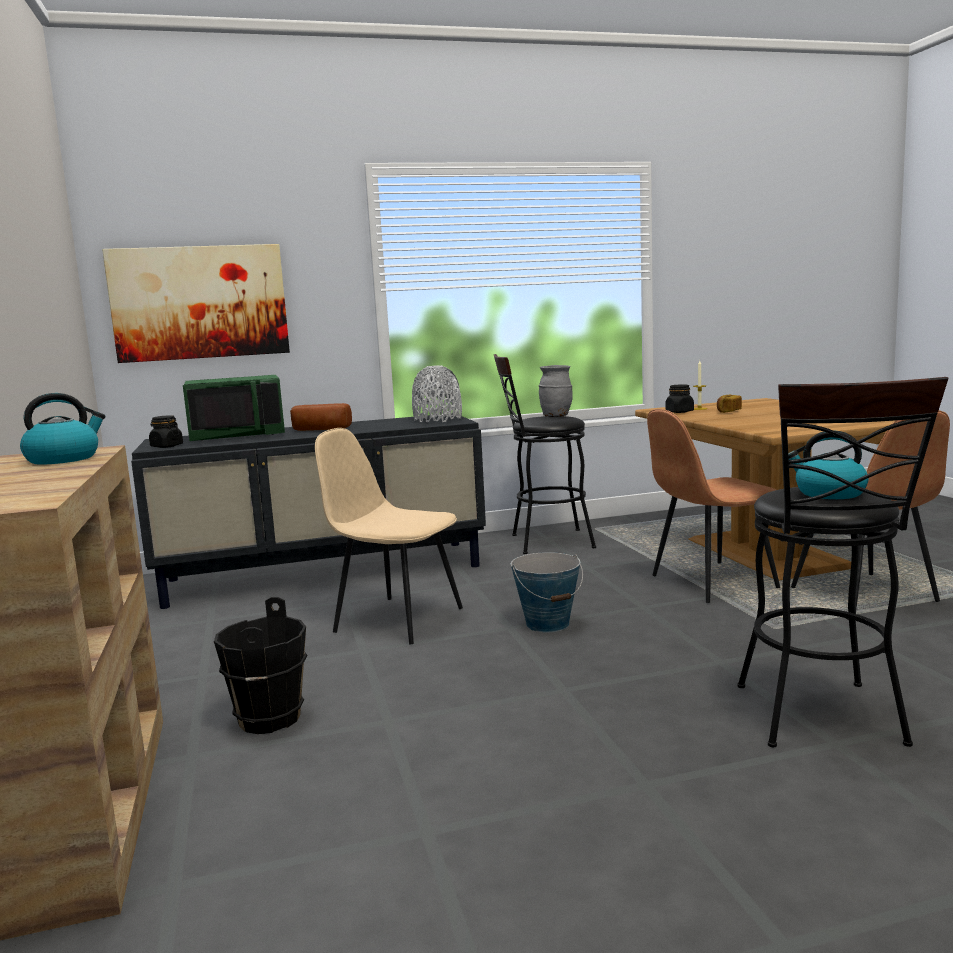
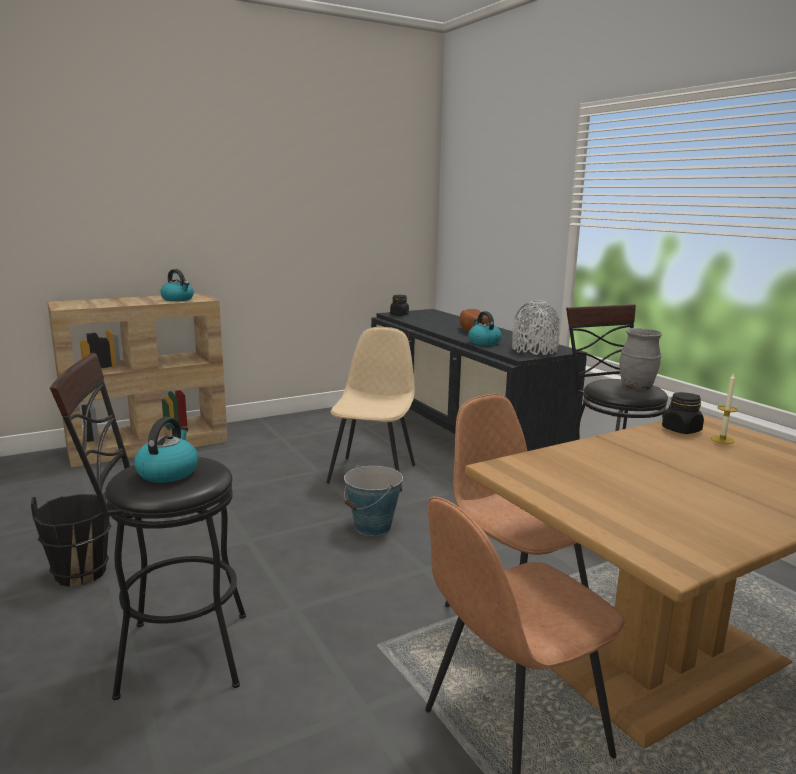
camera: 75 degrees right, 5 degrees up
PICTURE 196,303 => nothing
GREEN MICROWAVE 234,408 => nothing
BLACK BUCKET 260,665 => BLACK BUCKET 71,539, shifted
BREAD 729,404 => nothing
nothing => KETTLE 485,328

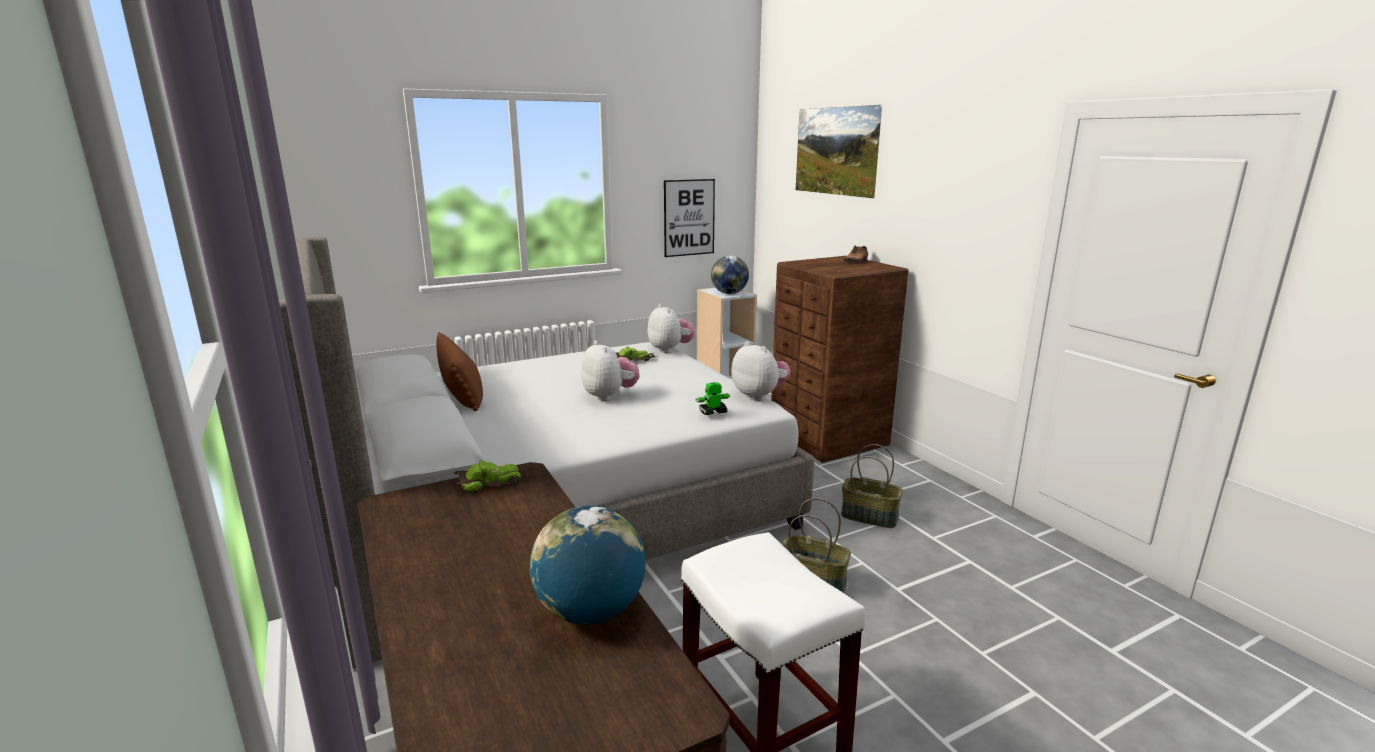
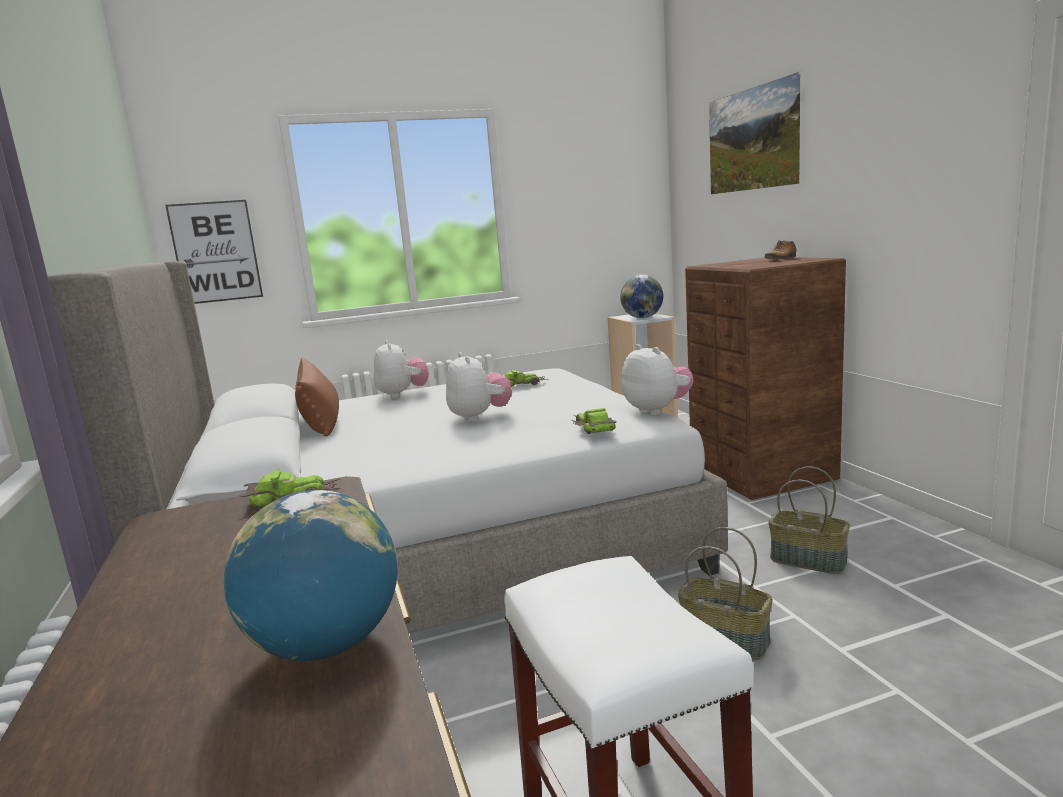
camera: 10 degrees right, 5 degrees down
PLUSH TOY 671,328 => PLUSH TOY 401,369, shifted
PICTURE 689,218 => PICTURE 214,252, shifted
TOY ROBOT 712,398 => TOY CAR 594,421

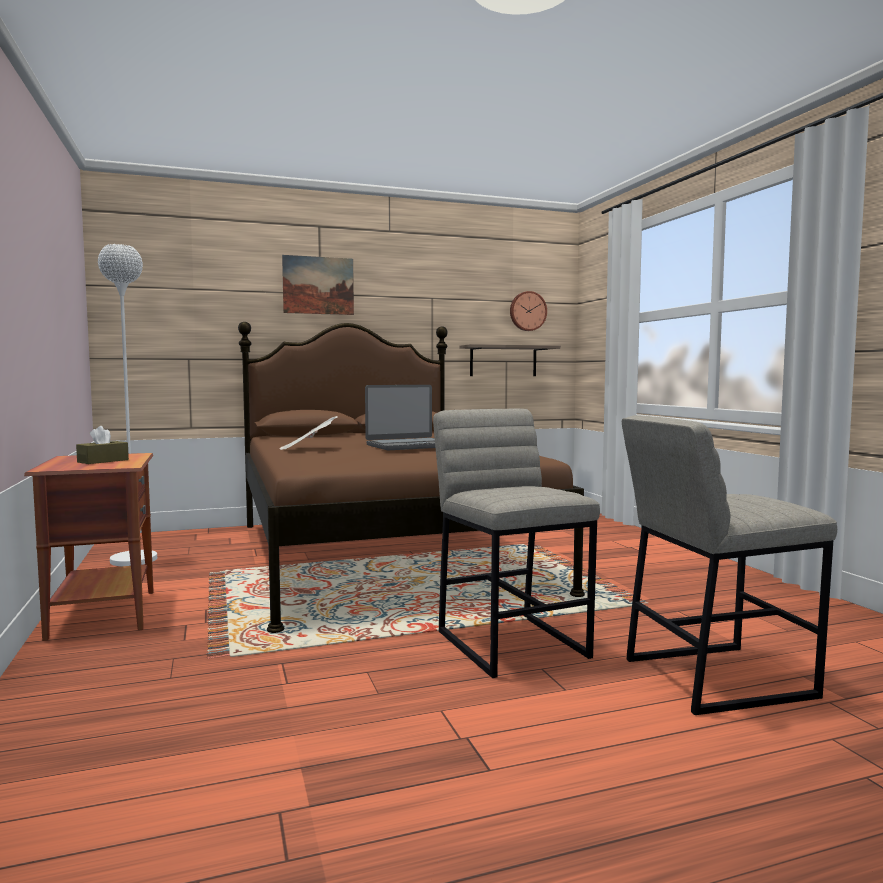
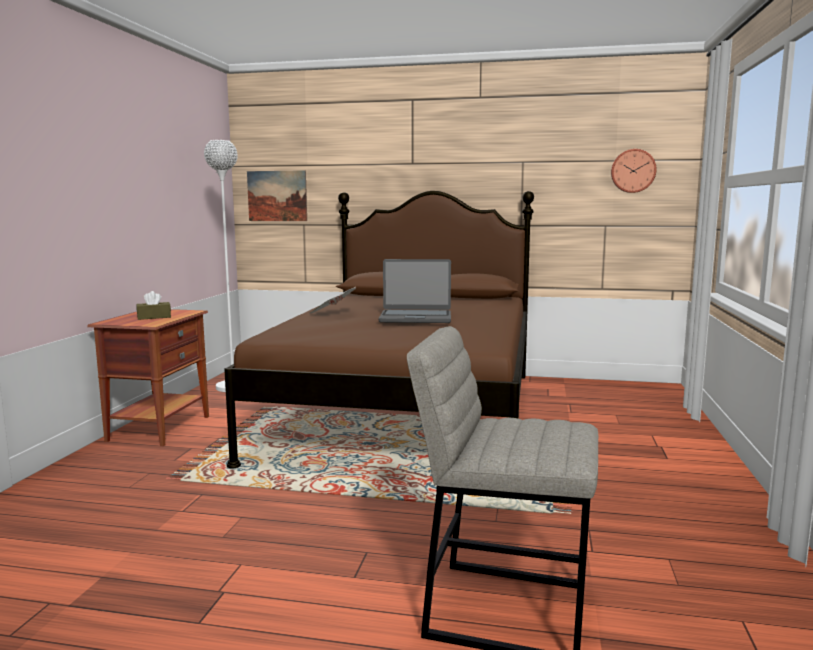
camera: 30 degrees right, 5 degrees up
PICTURE 318,285 => PICTURE 277,195, shifted
GREY CHAIR 516,543 => nothing
SHELF 510,360 => nothing

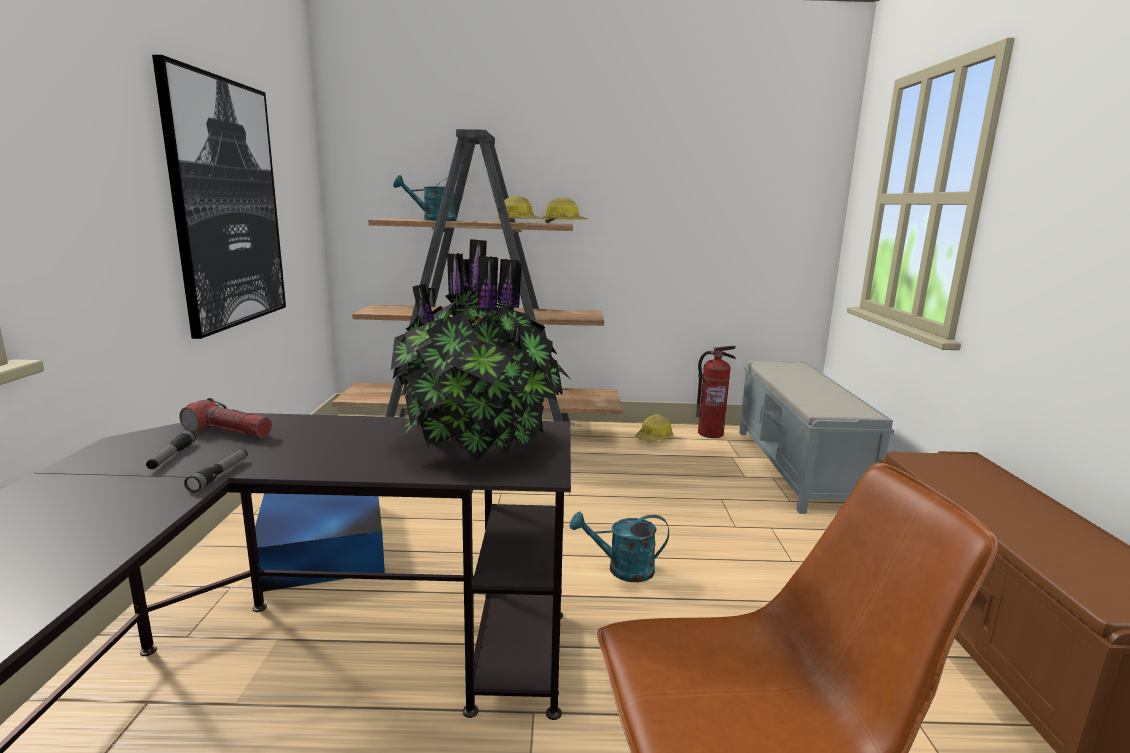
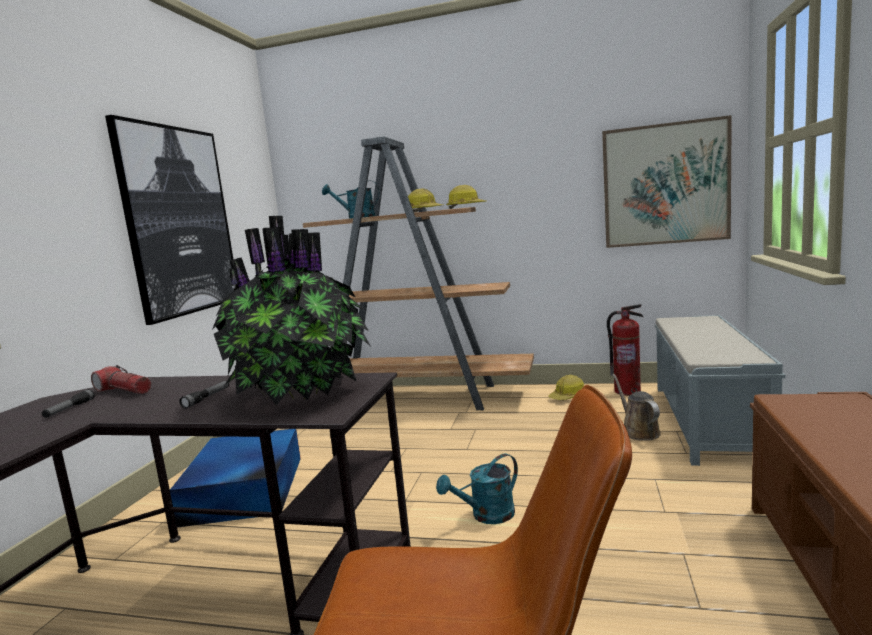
camera: 15 degrees right, 5 degrees down
FLASHLIGHT 216,470 => FLASHLIGHT 204,395, shifted
TURQUOISE WATERING CAN 619,547 => TURQUOISE WATERING CAN 477,488, 45 degrees counterclockwise
nothing => PICTURE 667,181
nothing => BROWN WATERING CAN 637,407

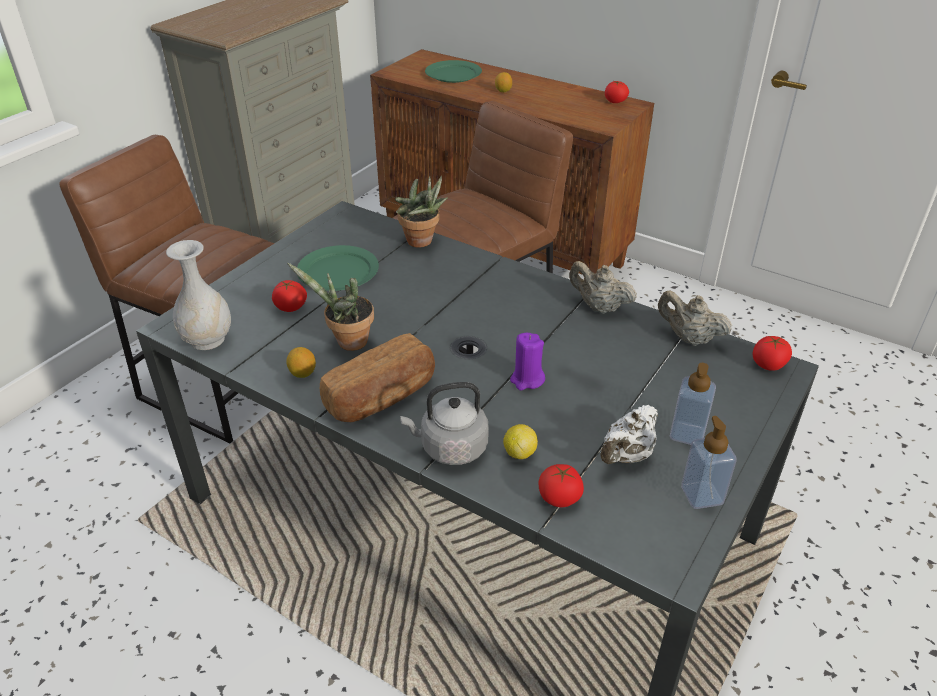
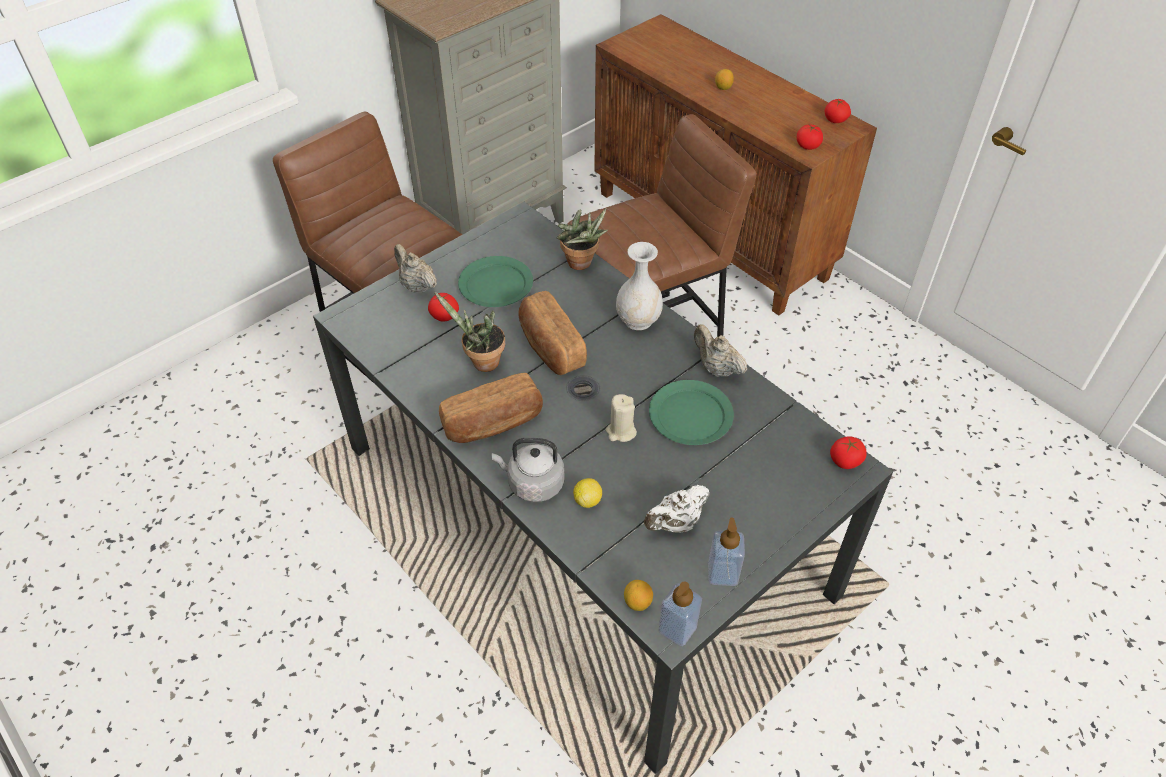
camera: 15 degrees right, 10 degrees up
WHITE VASE 198,295 => WHITE VASE 639,286, shifted
LEMON 301,362 => LEMON 638,595, shifted
GREEN PLATE 453,71 => GREEN PLATE 691,412, shifted
PURPLE CANDLE 527,361 => BEIGE CANDLE 621,418
TOMATO 561,485 => TOMATO 810,137, shifted
BEIGE TEAPOT 695,318 => BEIGE TEAPOT 415,268, shifted
SOAP DISPENSER 693,404 => SOAP DISPENSER 680,614, shifted
nothing => BREAD 552,333

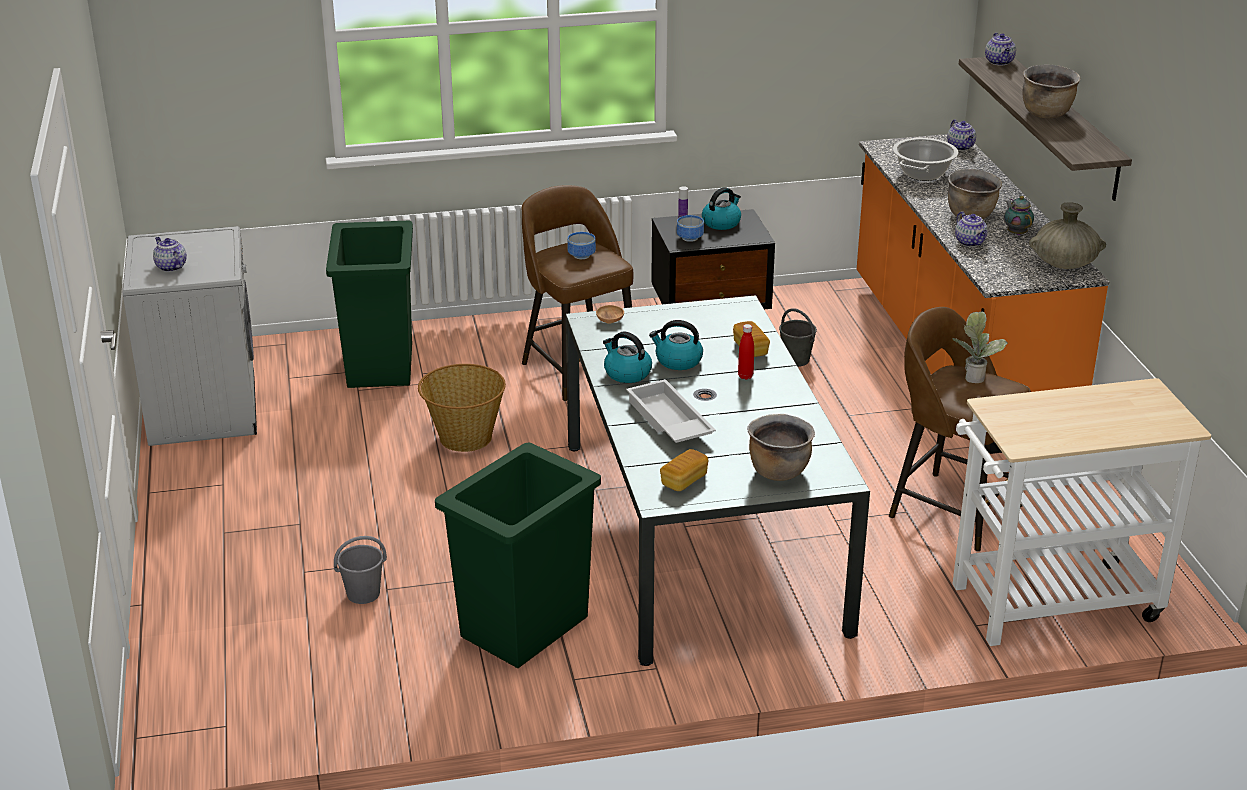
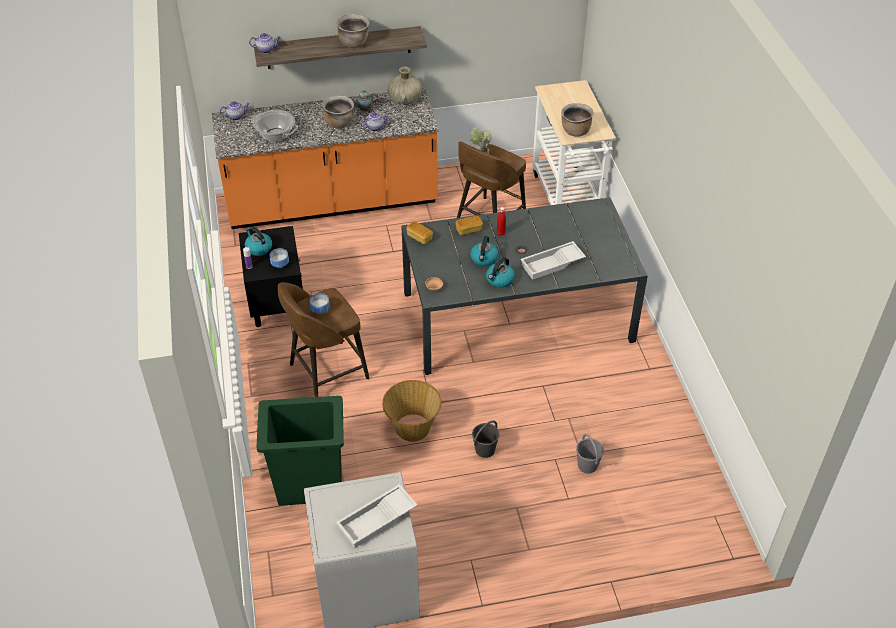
camera: 90 degrees left, 15 degrees up
TEAPOT 170,254 => WHITE TRAY 377,516
GREEN TRASH CAN 518,555 => nothing
BREAD 684,470 => BREAD 419,232, shifted
BROWN COOKING POT 781,447 => BROWN COOKING POT 577,120, shifted
GREY BUCKET 798,337 => GREY BUCKET 486,439, shifted

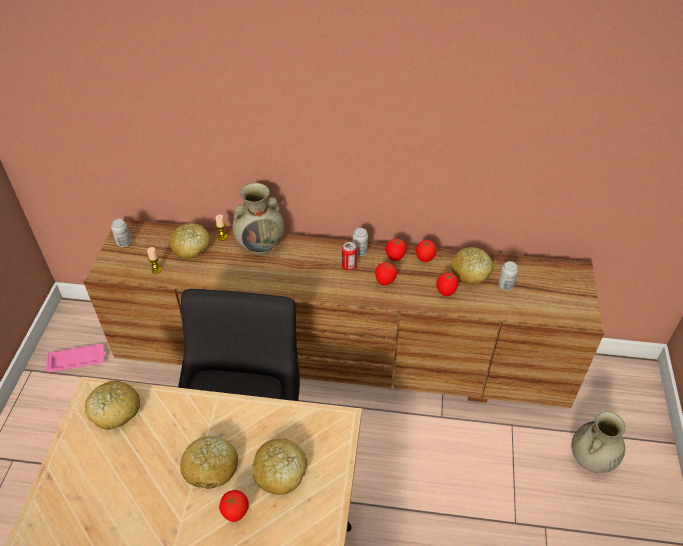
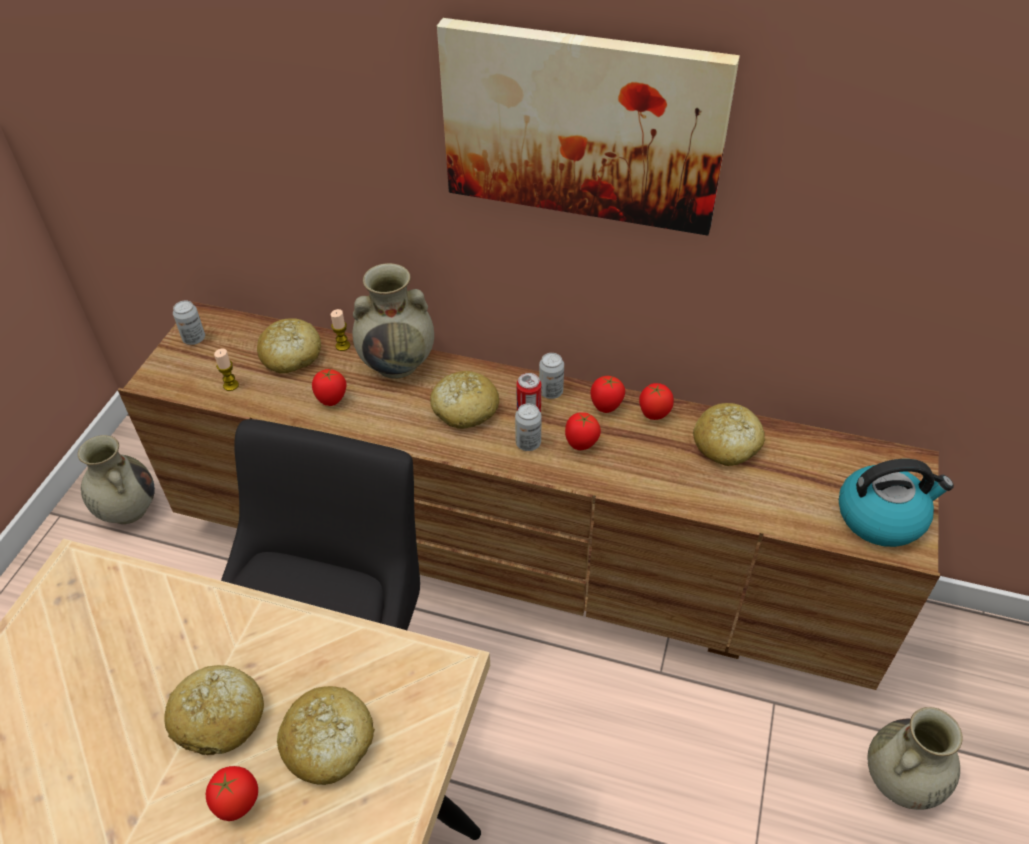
camera: 10 degrees right, 0 degrees up
PINK TRAY 76,358 => BEIGE VASE 116,479
BREAD 112,405 => BREAD 464,400, shifted
TOMATO 447,284 => TOMATO 329,387, shifted
CAN 508,276 => CAN 528,427, shifted
nothing => PICTURE 588,127
nothing => KETTLE 896,503

